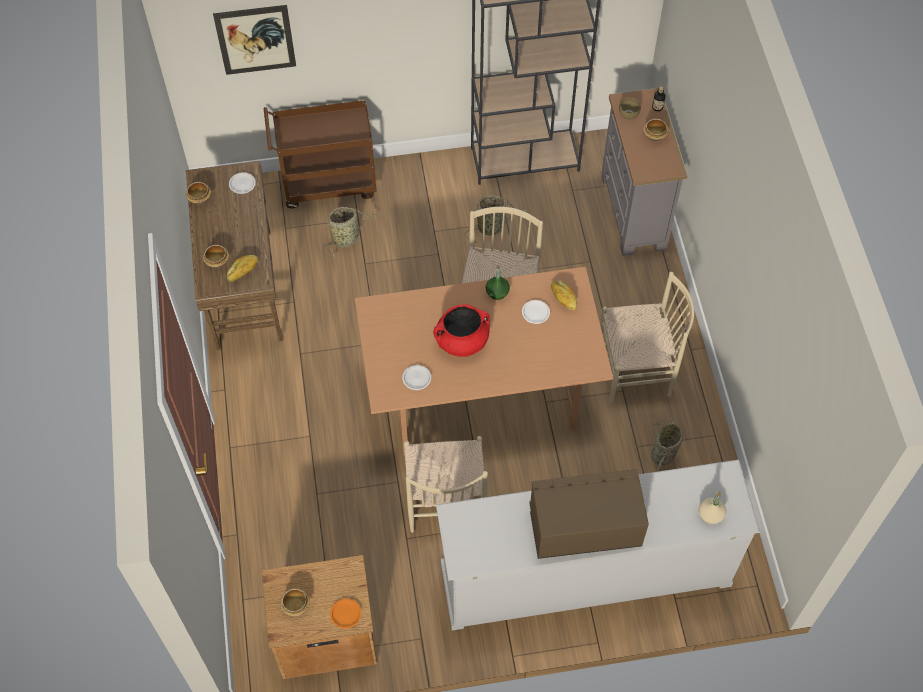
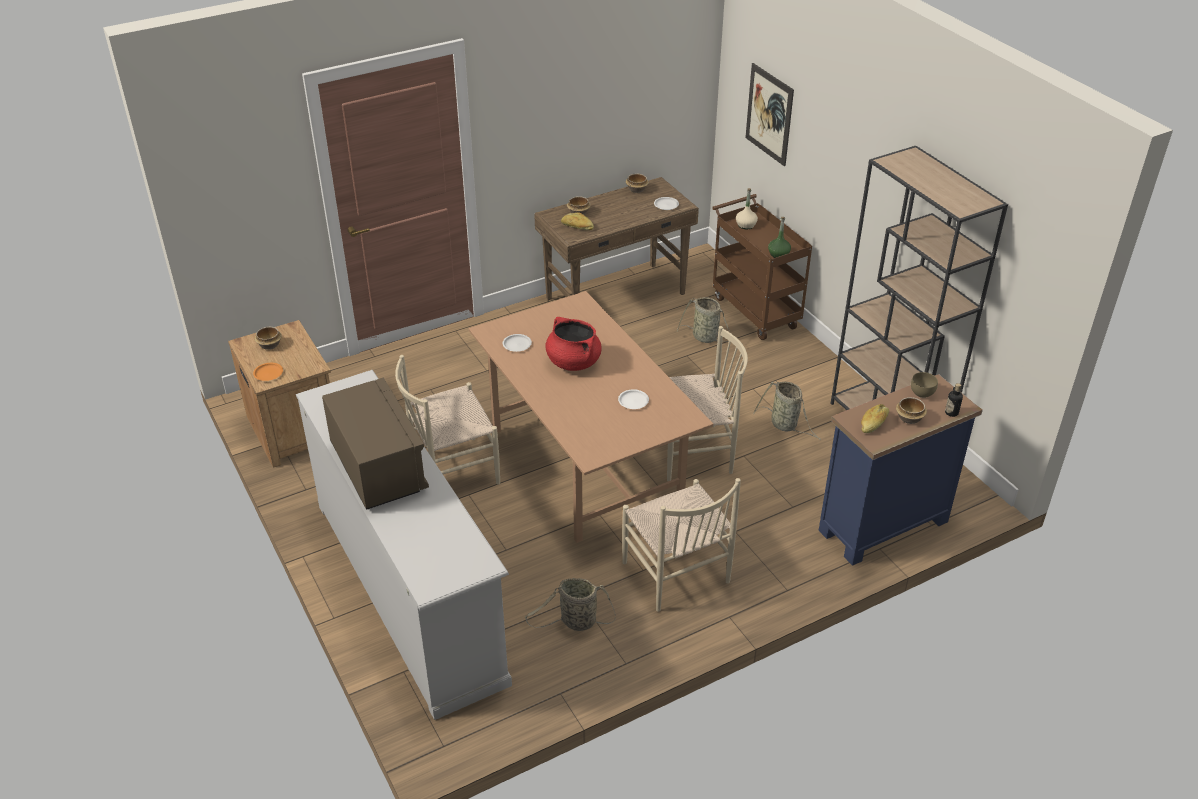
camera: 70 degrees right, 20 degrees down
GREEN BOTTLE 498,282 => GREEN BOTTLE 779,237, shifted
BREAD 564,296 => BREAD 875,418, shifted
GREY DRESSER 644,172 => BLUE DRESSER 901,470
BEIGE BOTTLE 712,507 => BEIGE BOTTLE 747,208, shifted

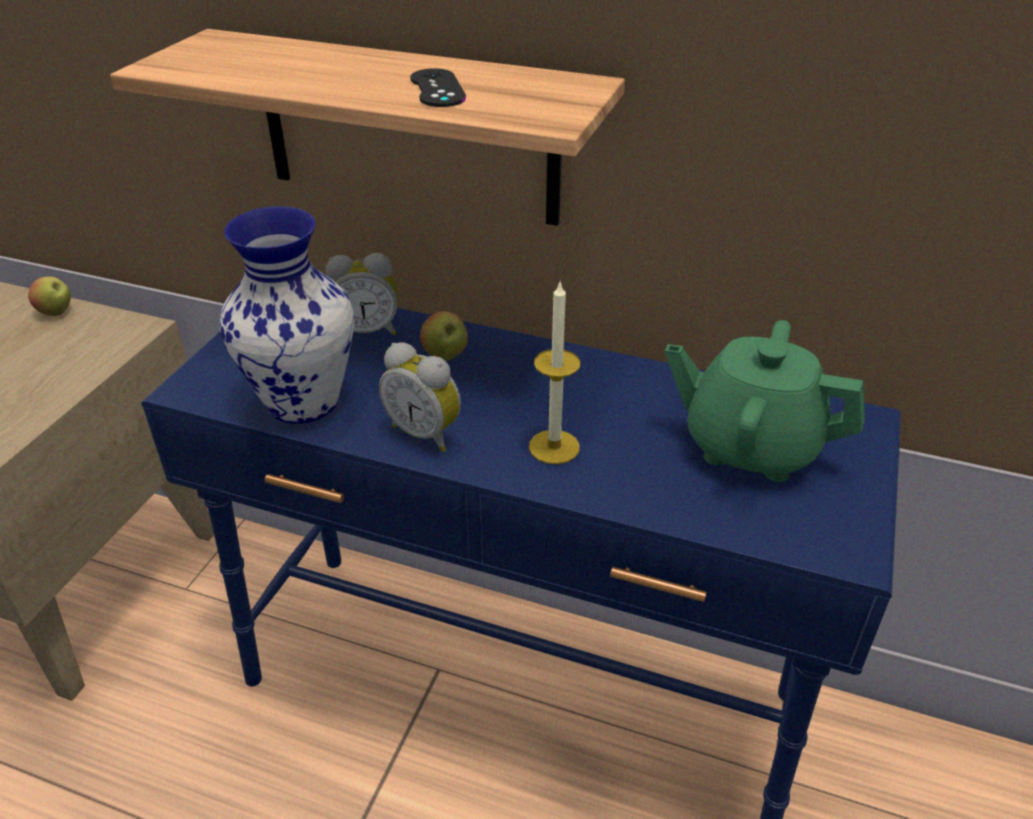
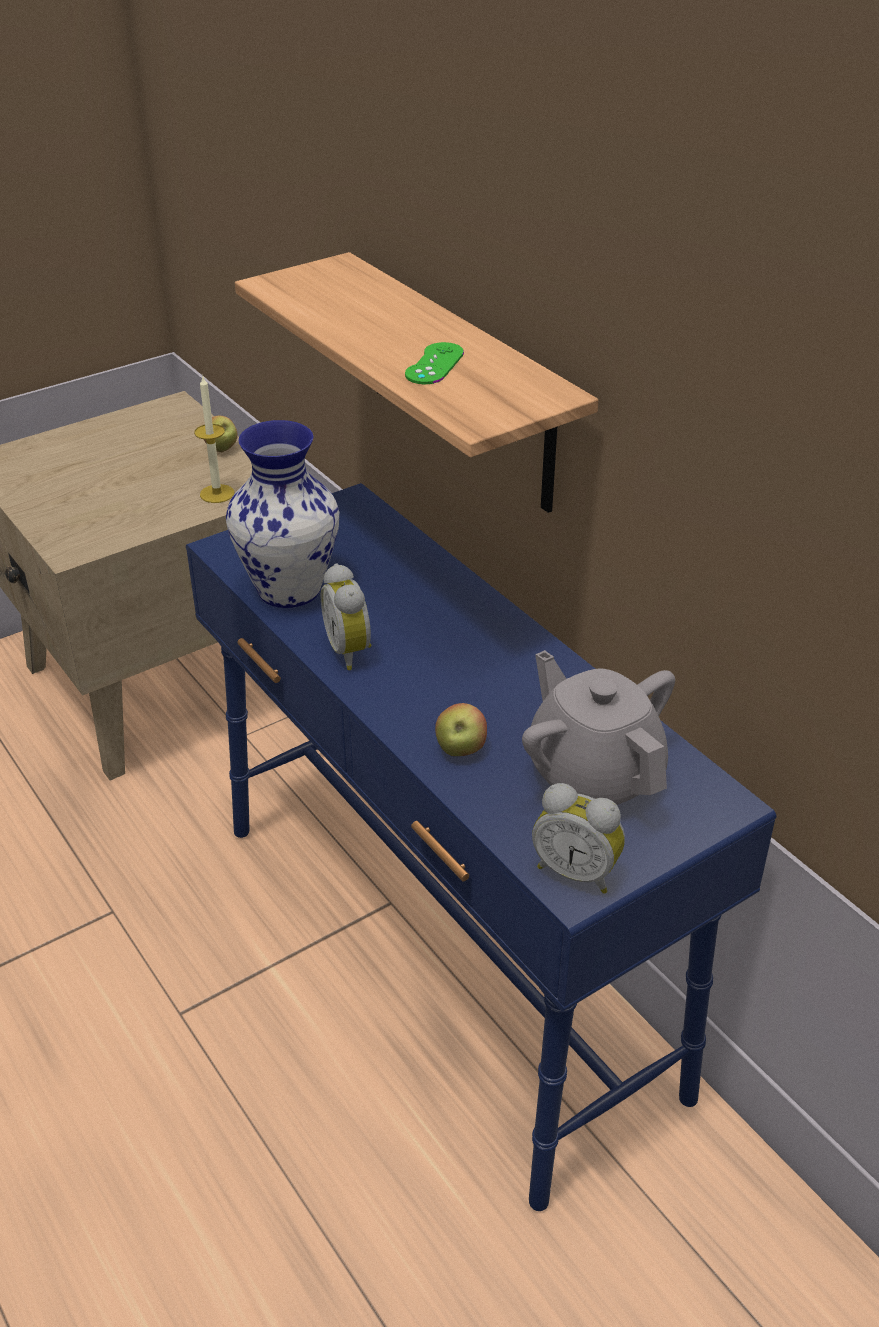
camera: 35 degrees right, 0 degrees up
ALARM CLOCK 362,294 => ALARM CLOCK 578,838, shifted
BLACK GAME CONTROLLER 438,87 => GREEN GAME CONTROLLER 434,363
APPLE 444,336 => APPLE 461,729, shifted
CANDLE 555,372 => CANDLE 214,440, shifted
GREEN TEAPOT 765,401 => GREY TEAPOT 598,727

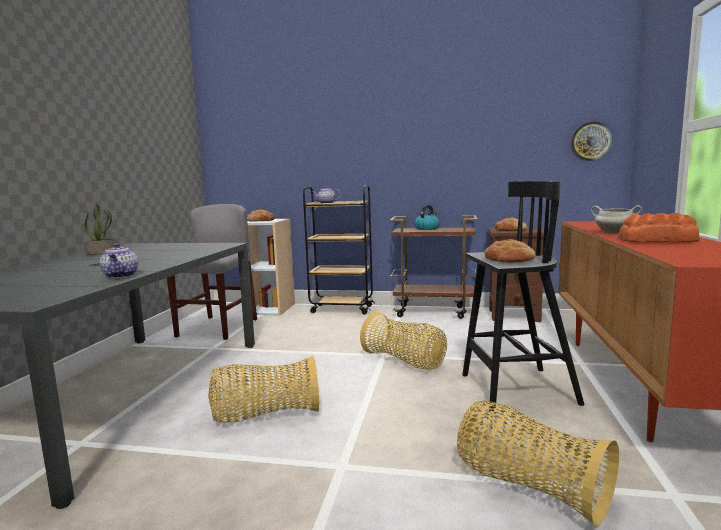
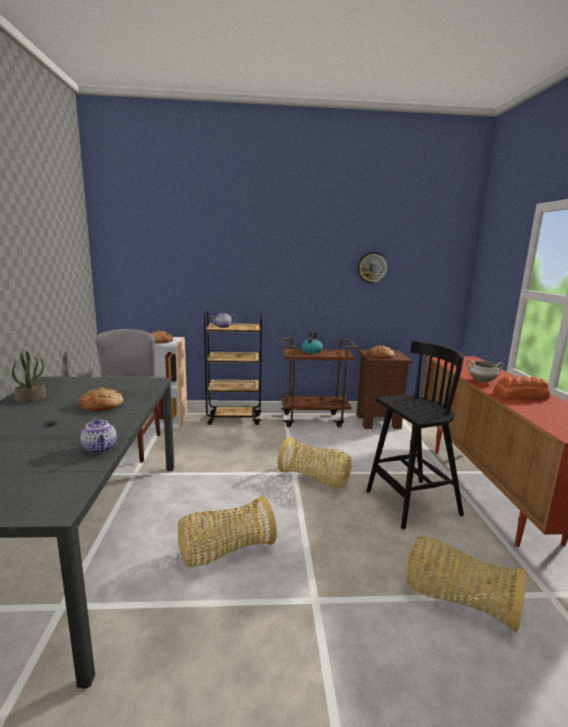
camera: 15 degrees left, 5 degrees up
BREAD 510,250 => BREAD 101,399, shifted
WALL CLOCK 592,141 => WALL CLOCK 372,268, shifted

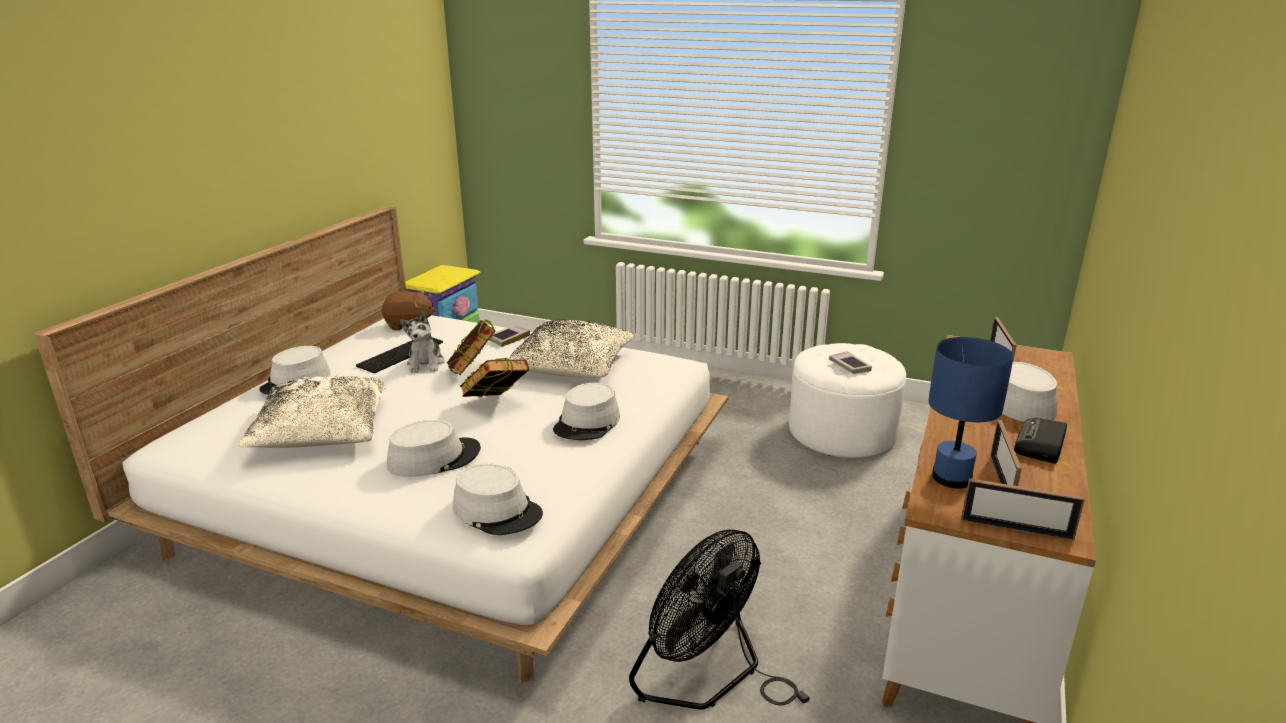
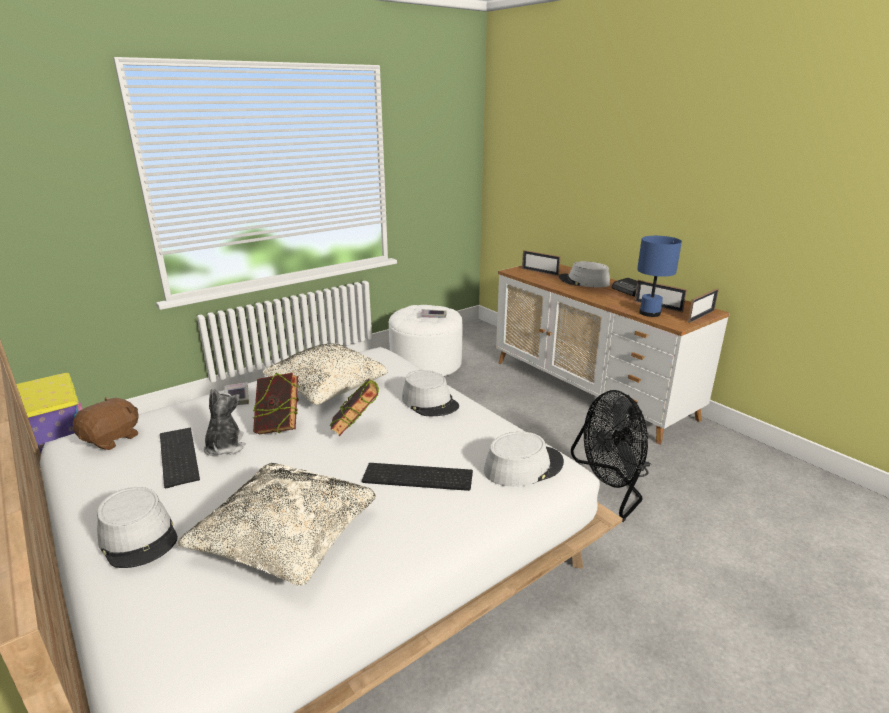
camera: 60 degrees left, 0 degrees up
GREY HAT 434,448 => KEYBOARD 417,477
PLUSH TOY 422,342 => PLUSH TOY 225,422, 120 degrees counterclockwise

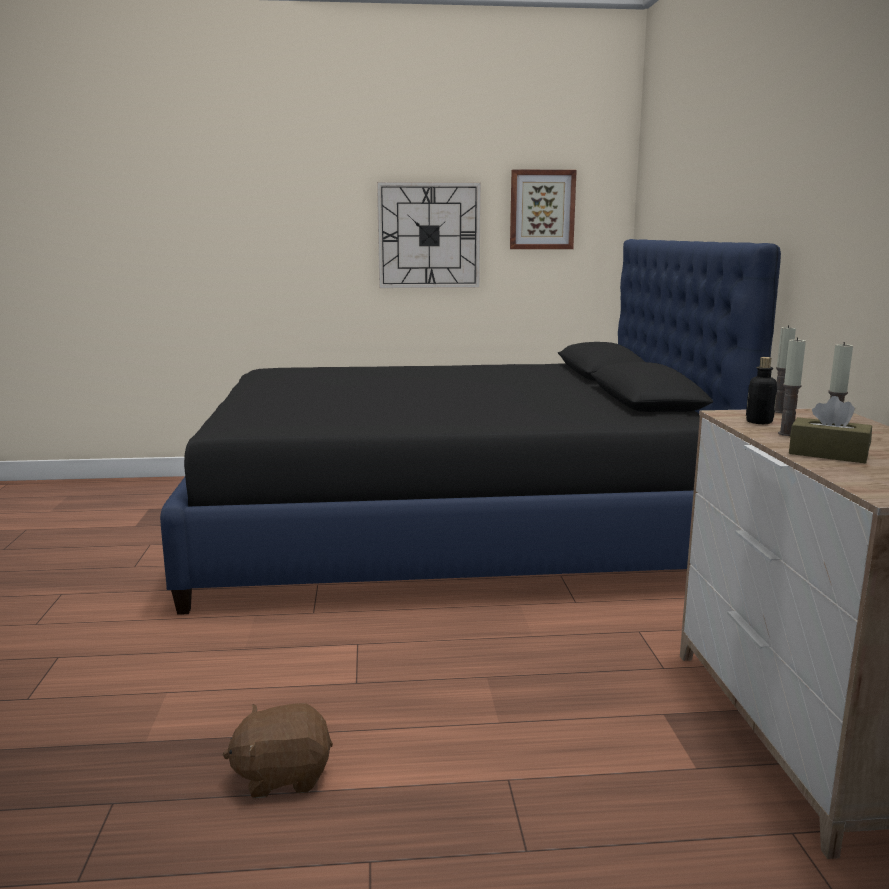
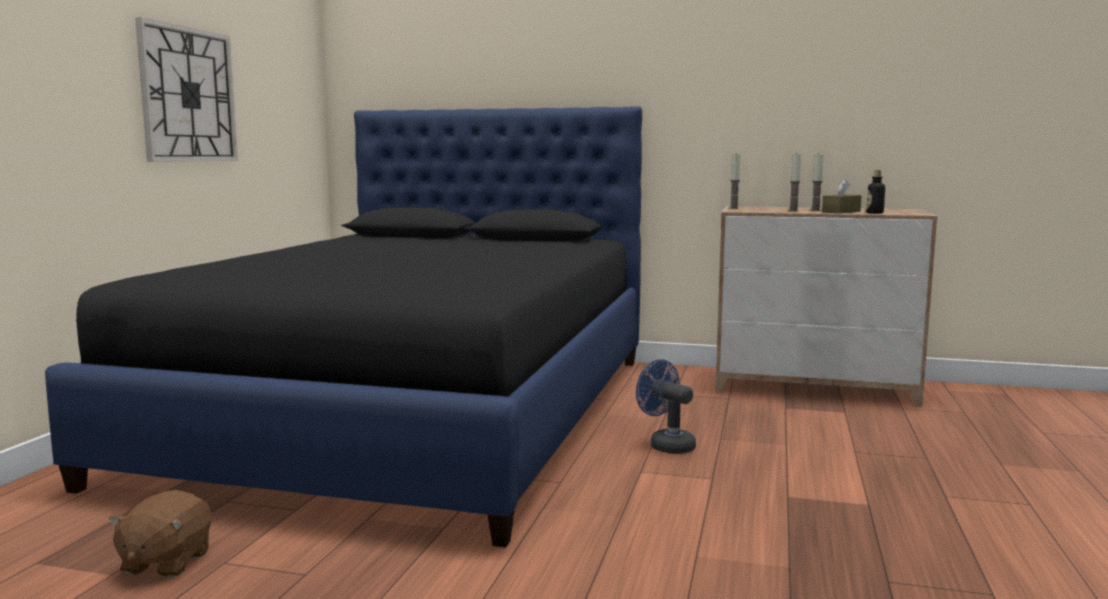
camera: 70 degrees left, 5 degrees down
BROWN PLUSH TOY 278,750 => BROWN PLUSH TOY 160,534, shifted
PICTURE 543,209 => nothing
BOTTLE 761,390 => BOTTLE 875,192, shifted
nothing => BLUE FAN 666,406

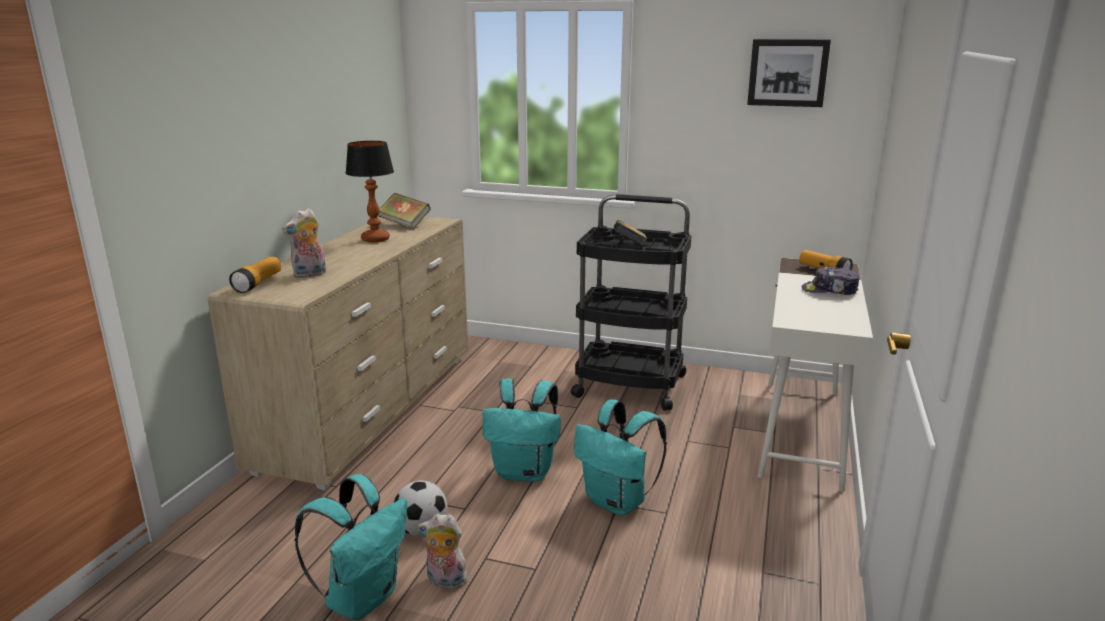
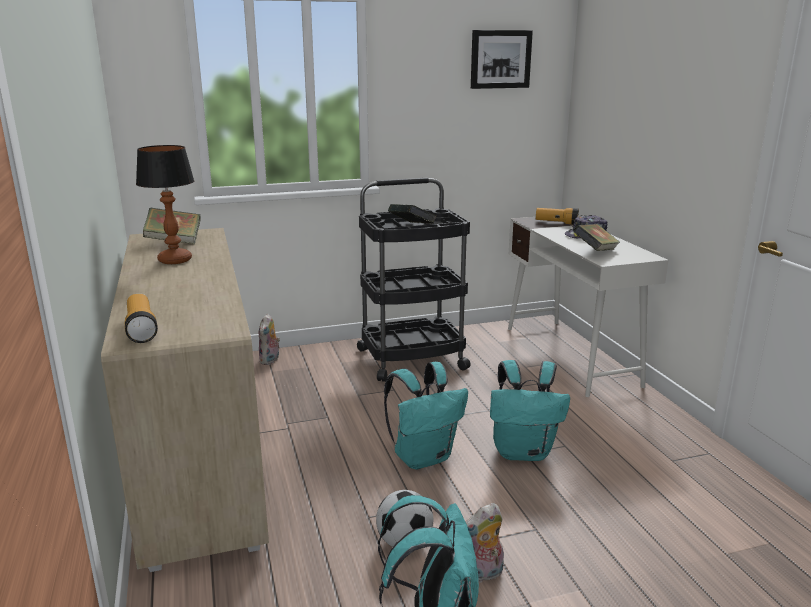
camera: 35 degrees left, 0 degrees up
PLUSH TOY 304,243 => PLUSH TOY 269,339, shifted
nothing => BOOK 596,237

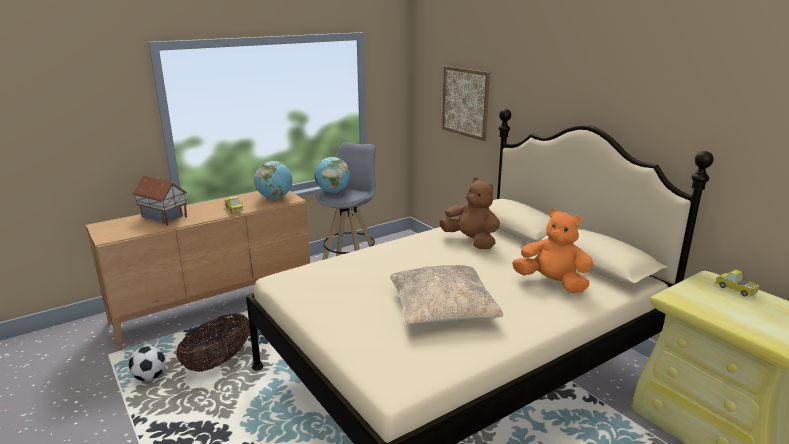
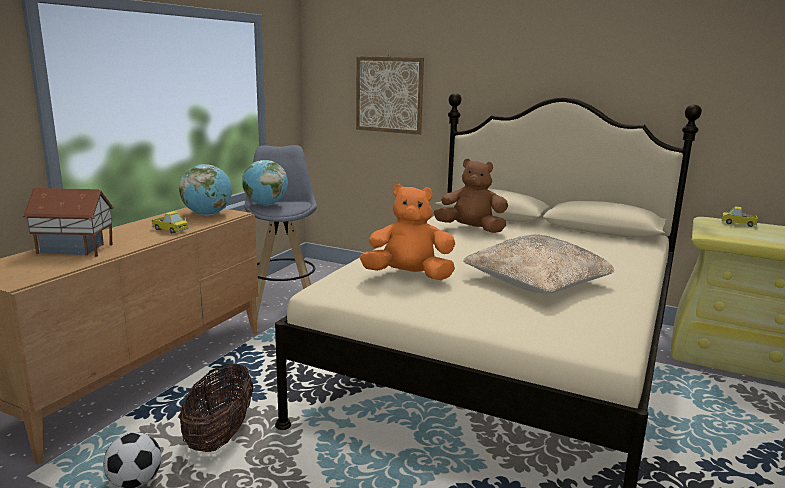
camera: 30 degrees left, 5 degrees down
ORANGE PLUSH TOY 552,251 => ORANGE PLUSH TOY 407,232, shifted

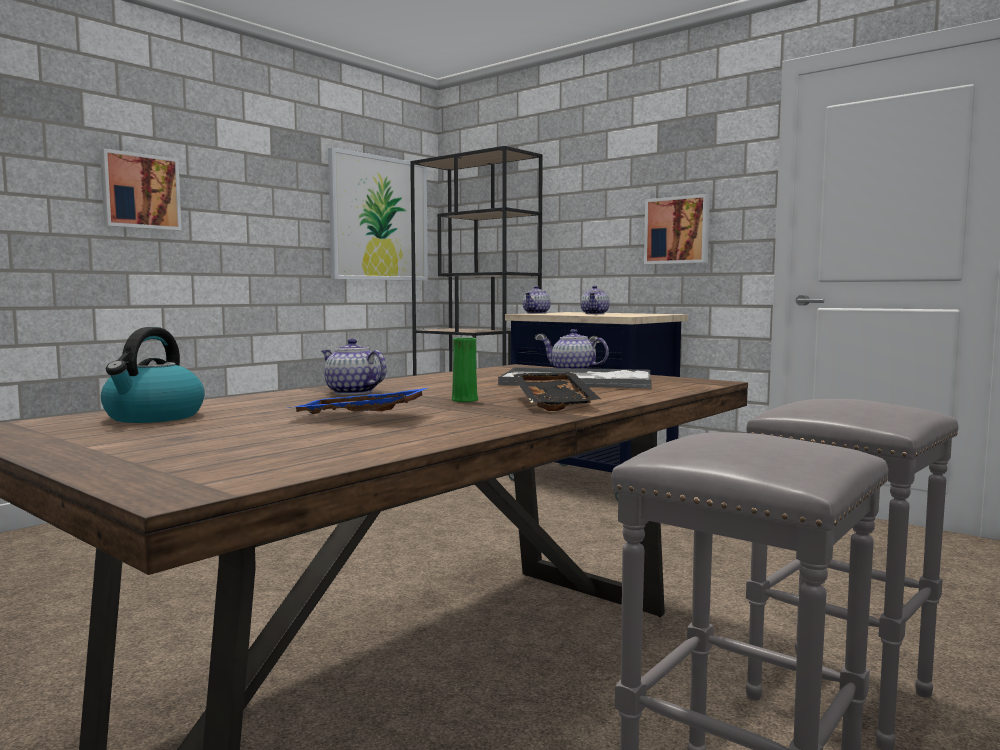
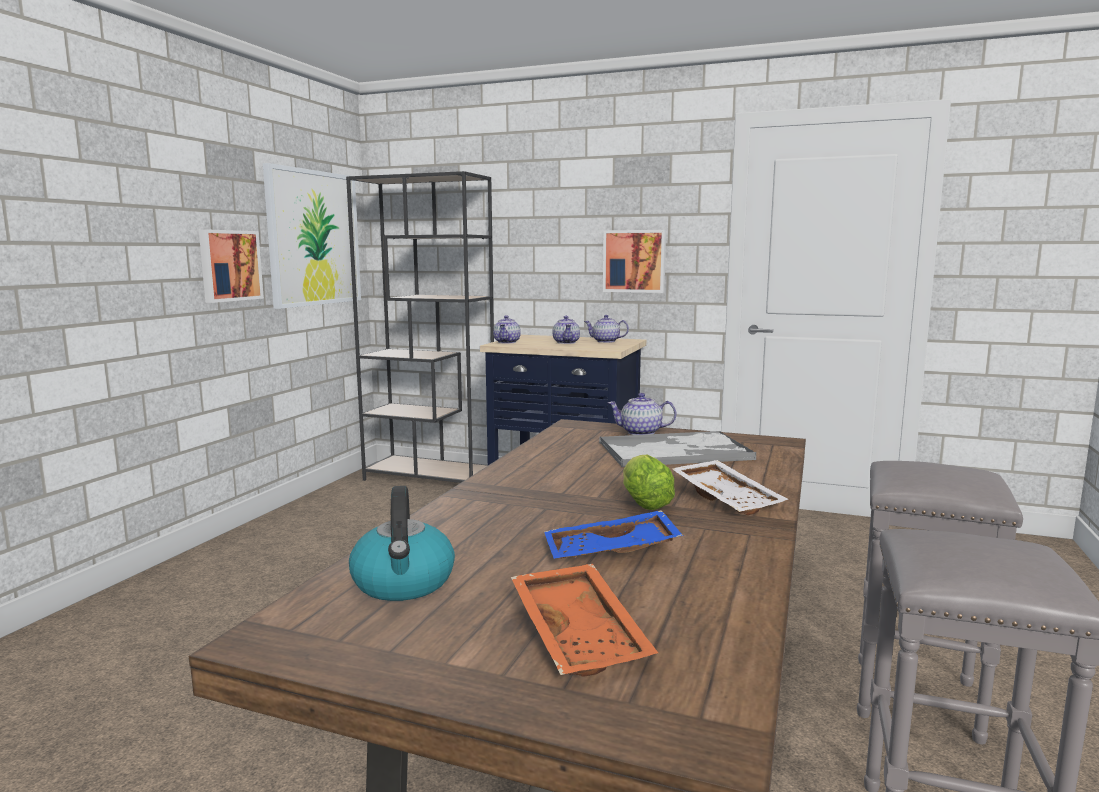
camera: 20 degrees left, 5 degrees up
PICTURE 141,189 => PICTURE 231,266, shifted
TEAPOT 353,367 => TEAPOT 606,329, shifted
GREEN VASE 465,370 => LETTUCE 649,482
BLACK TRAY 557,391 => WHITE TRAY 730,487
nothing => ORANGE TRAY 584,620

